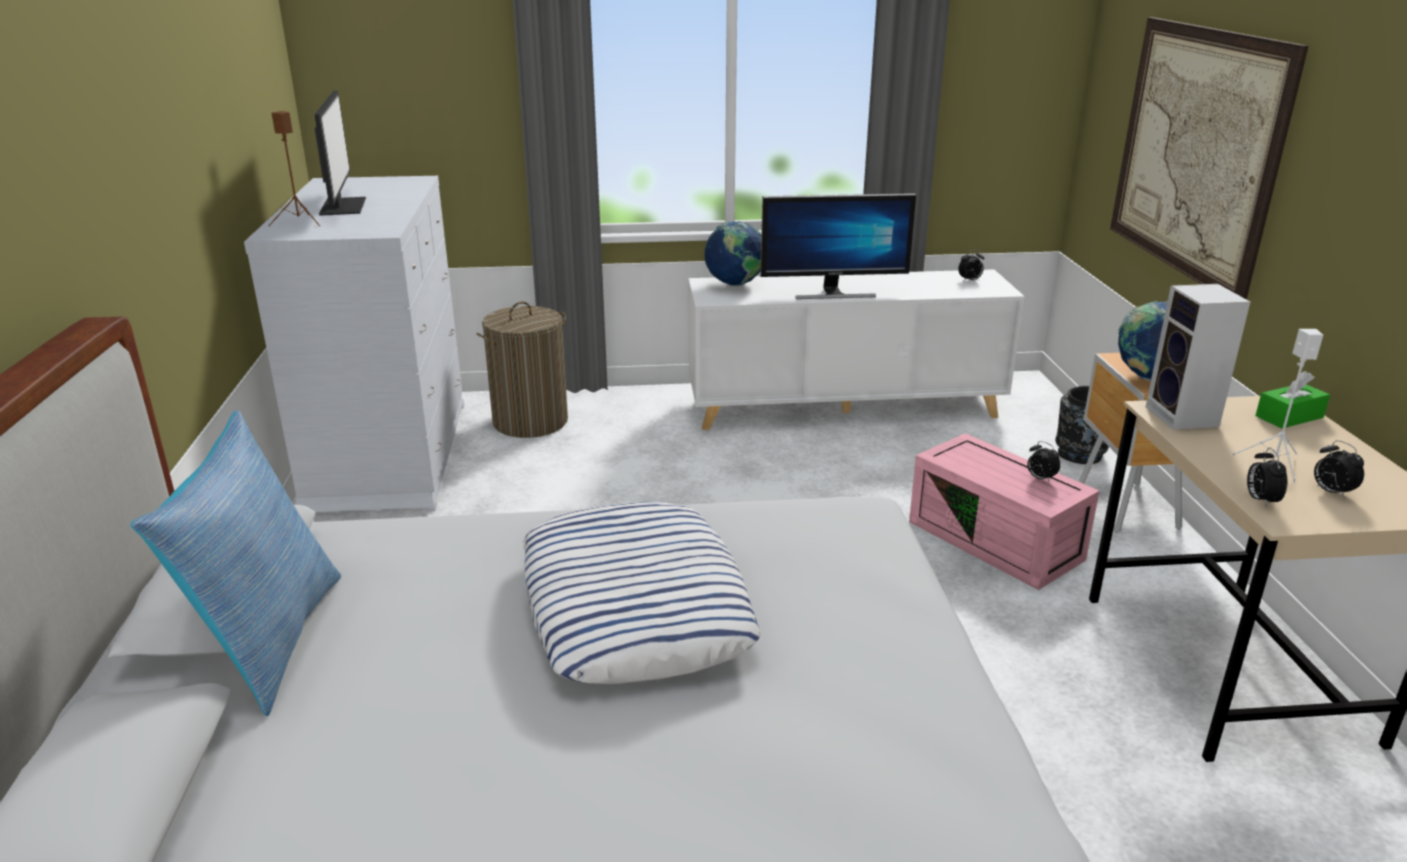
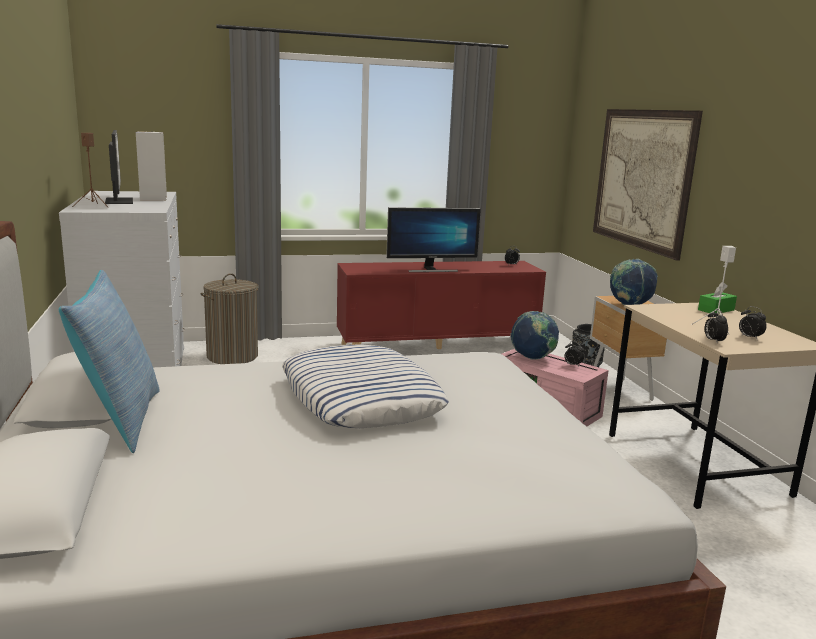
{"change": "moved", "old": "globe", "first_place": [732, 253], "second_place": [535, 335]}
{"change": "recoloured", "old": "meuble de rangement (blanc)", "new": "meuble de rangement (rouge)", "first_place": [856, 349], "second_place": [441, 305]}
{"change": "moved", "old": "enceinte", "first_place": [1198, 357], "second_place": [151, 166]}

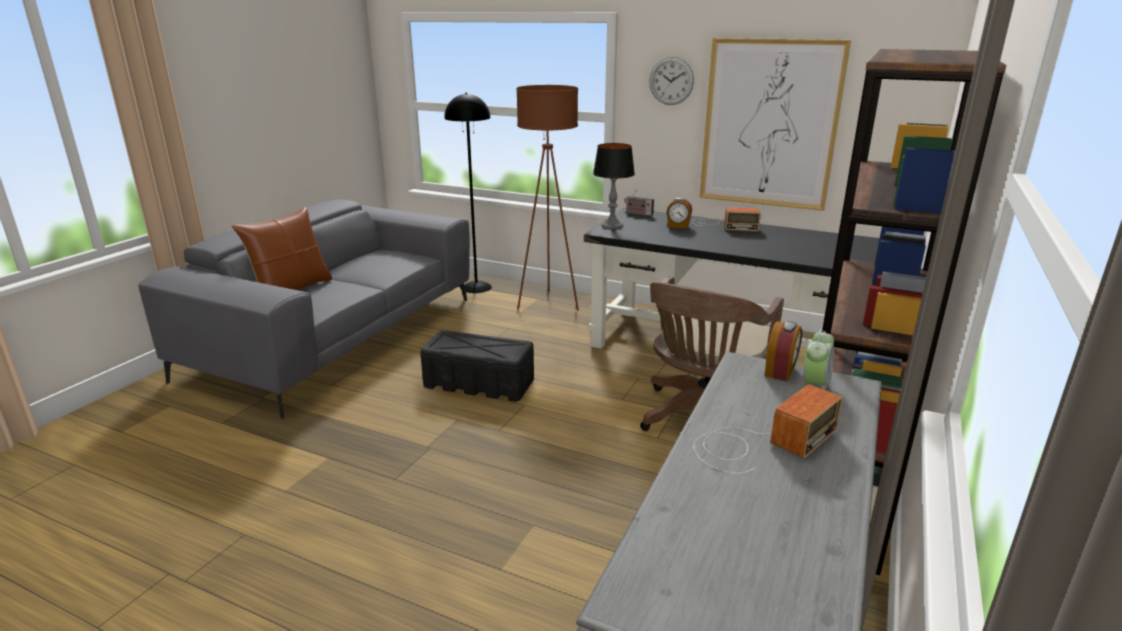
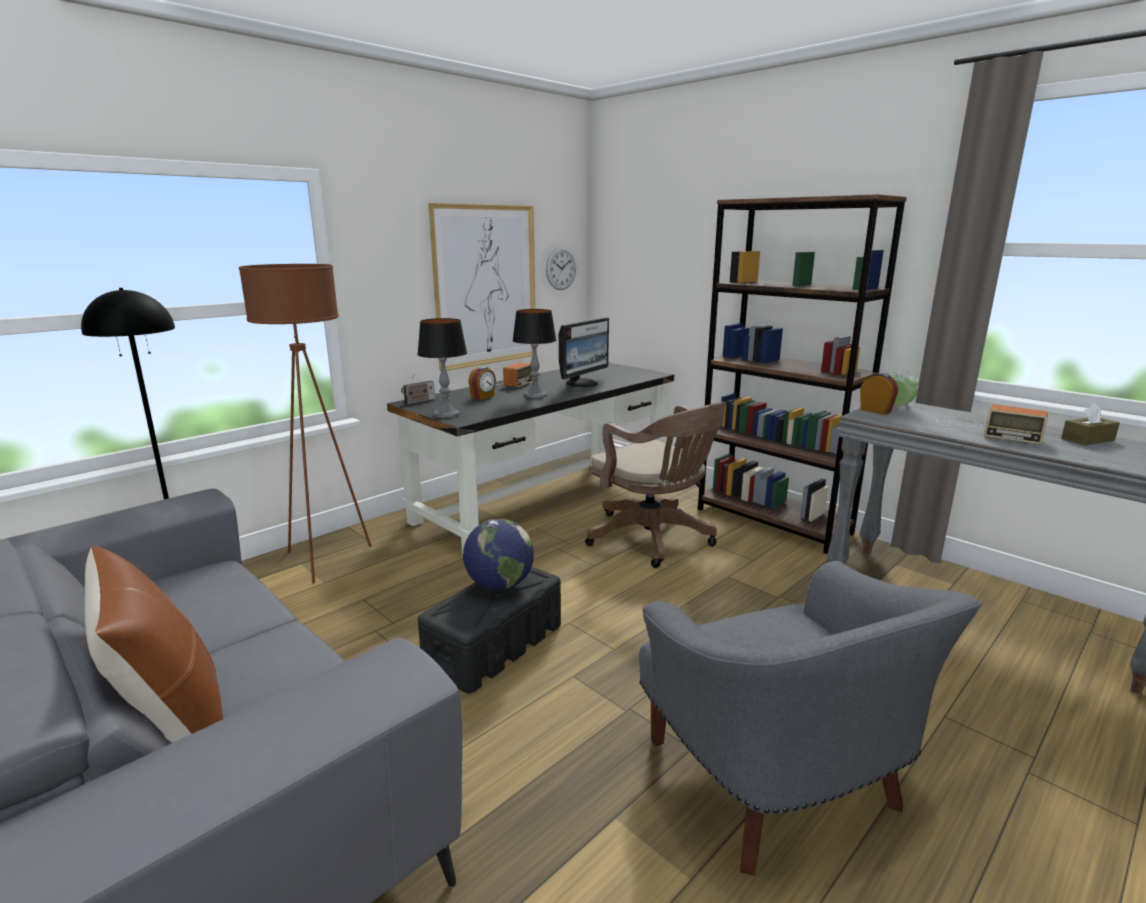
{"change": "moved", "old": "horloge murale", "first_place": [671, 81], "second_place": [561, 268]}
{"change": "turned", "old": "radio", "first_place": [768, 429], "second_place": [992, 424], "degrees": 150}
{"change": "added", "new": "lampe de table", "second_place": [534, 354]}
{"change": "added", "new": "écran d'ordinateur", "second_place": [584, 352]}
{"change": "added", "new": "boîte à mouchoirs (marron)", "second_place": [1090, 424]}
{"change": "added", "new": "globe", "second_place": [498, 554]}
{"change": "added", "new": "fauteuil (gris)", "second_place": [810, 718]}

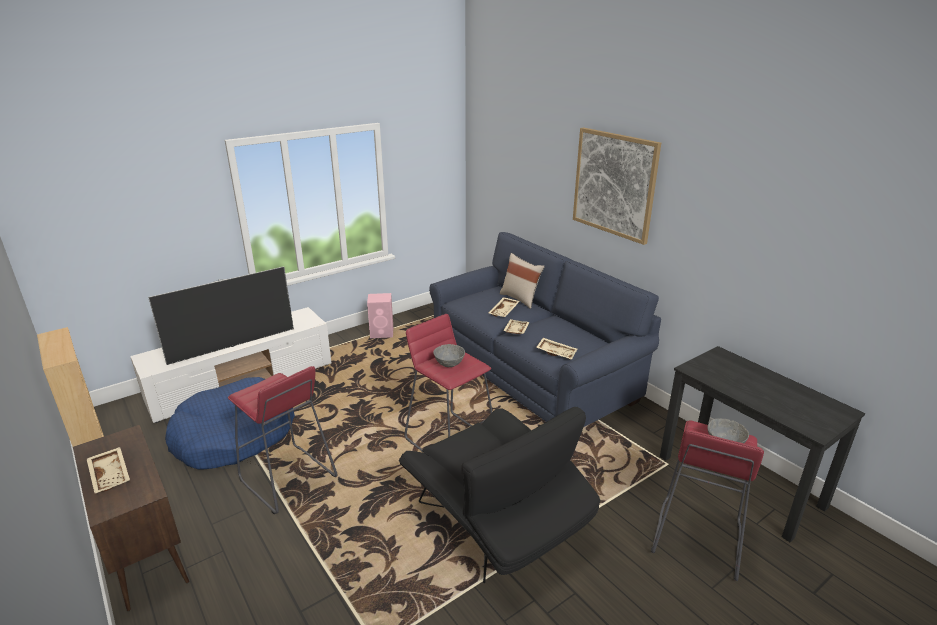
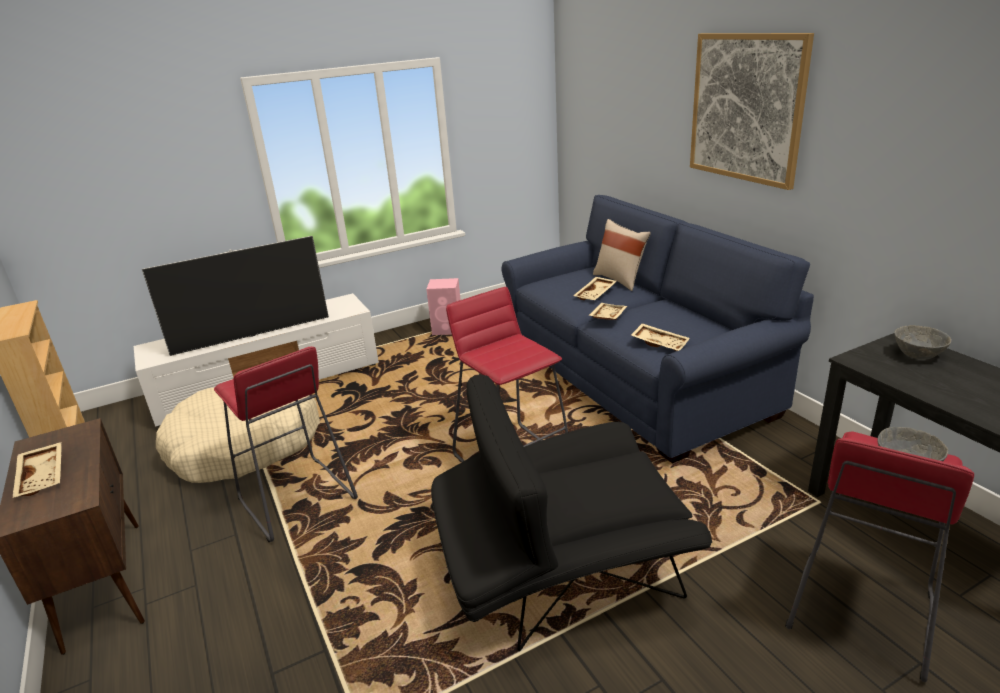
{"change": "moved", "old": "bol (gris)", "first_place": [449, 355], "second_place": [922, 342]}
{"change": "recoloured", "old": "panier pour chien (bleu)", "new": "panier pour chien (beige)", "first_place": [230, 423], "second_place": [238, 435]}
{"change": "turned", "old": "fauteuil (noir)", "first_place": [499, 495], "second_place": [571, 513], "degrees": 105}

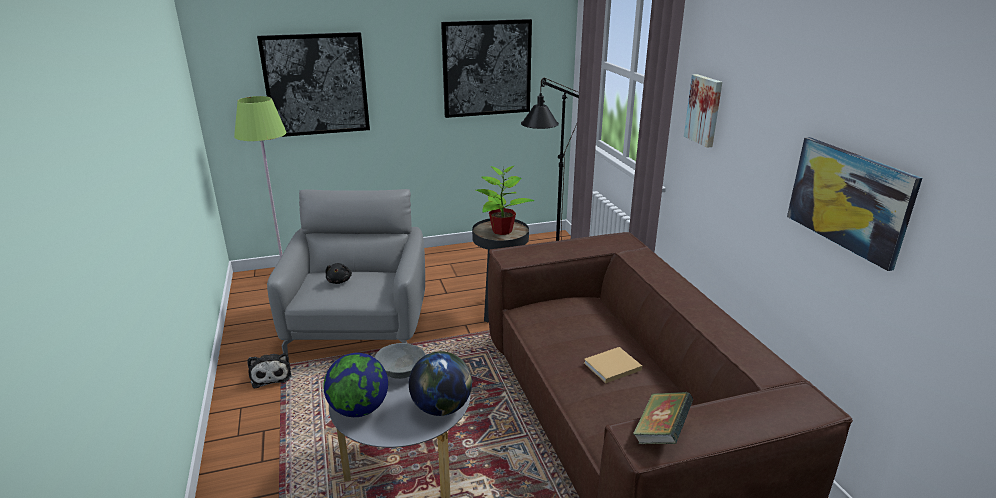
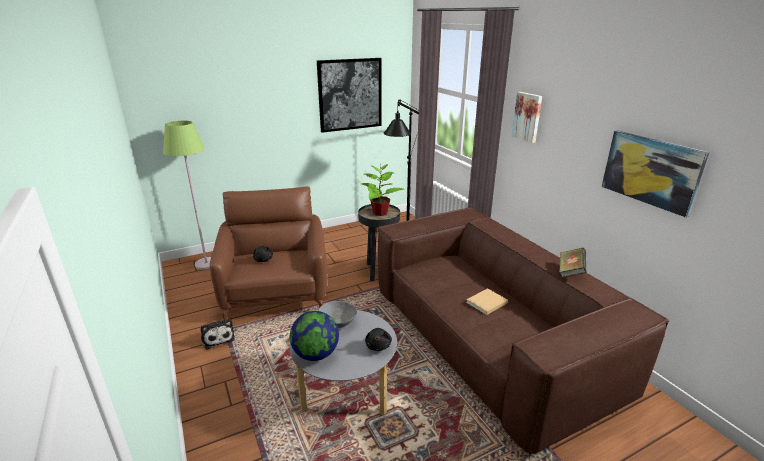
{"change": "removed", "old": "tableau", "first_place": [313, 84]}
{"change": "recoloured", "old": "fauteuil (gris)", "new": "fauteuil (marron)", "first_place": [346, 271], "second_place": [268, 254]}
{"change": "replaced", "old": "globe", "new": "peluche (noir)", "first_place": [440, 383], "second_place": [378, 339]}
{"change": "moved", "old": "livre", "first_place": [663, 418], "second_place": [573, 263]}

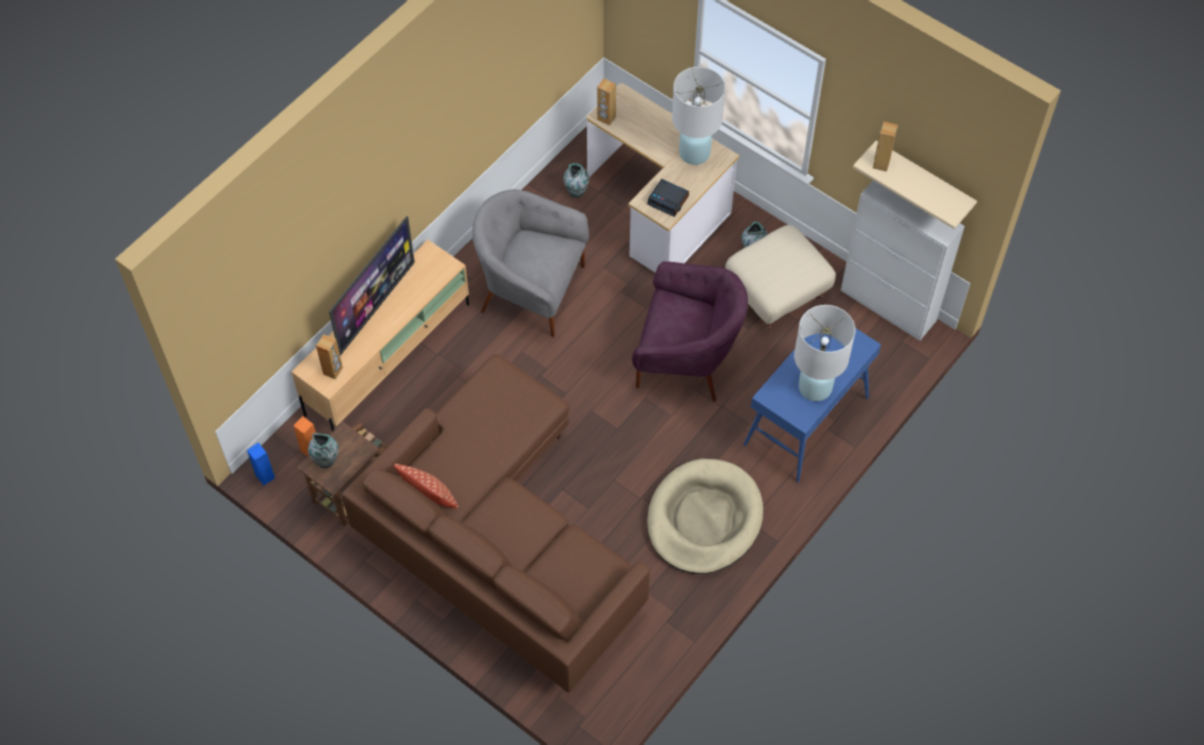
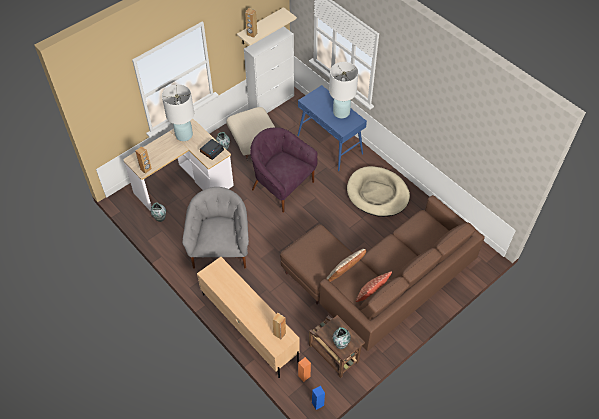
{"change": "turned", "old": "fauteuil (gris)", "first_place": [530, 263], "second_place": [215, 228], "degrees": 150}
{"change": "removed", "old": "téléviseur", "first_place": [372, 286]}
{"change": "turned", "old": "fauteuil (violet)", "first_place": [690, 332], "second_place": [284, 170], "degrees": -75}
{"change": "added", "new": "coussin (beige)", "second_place": [346, 265]}

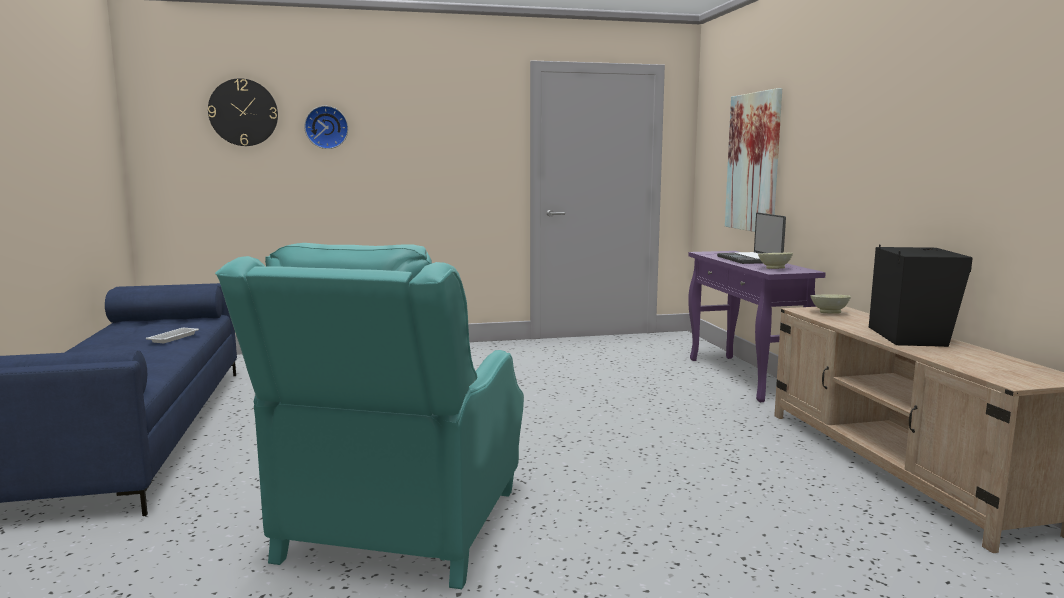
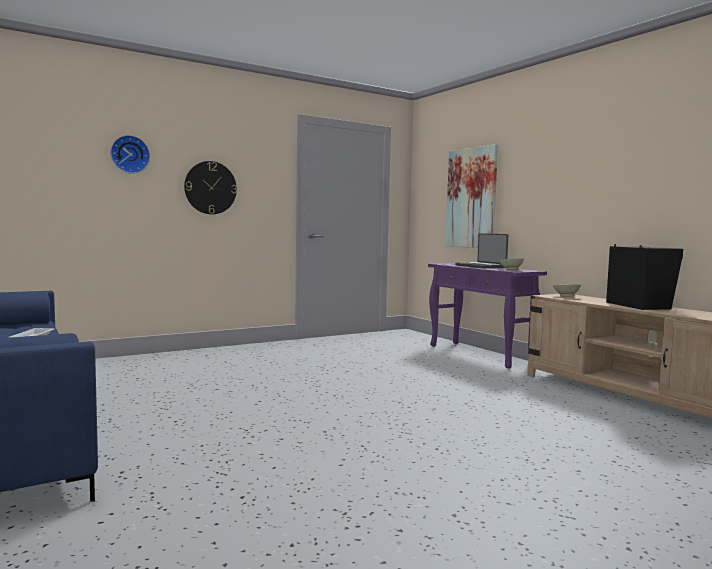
{"change": "moved", "old": "horloge murale", "first_place": [243, 112], "second_place": [210, 187]}
{"change": "removed", "old": "fauteuil (turquoise)", "first_place": [369, 416]}

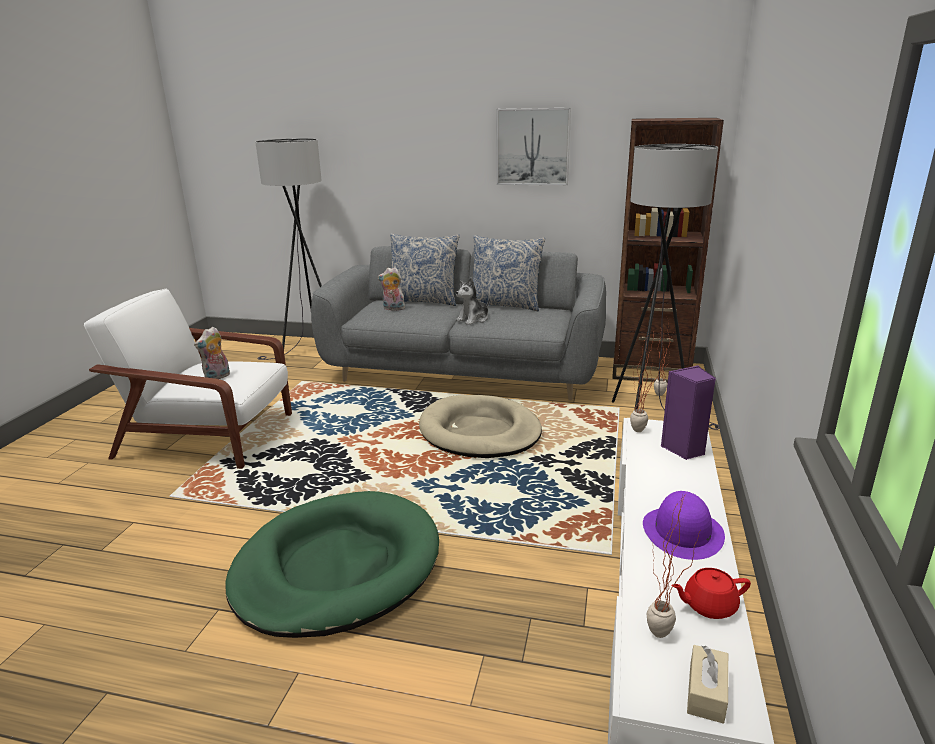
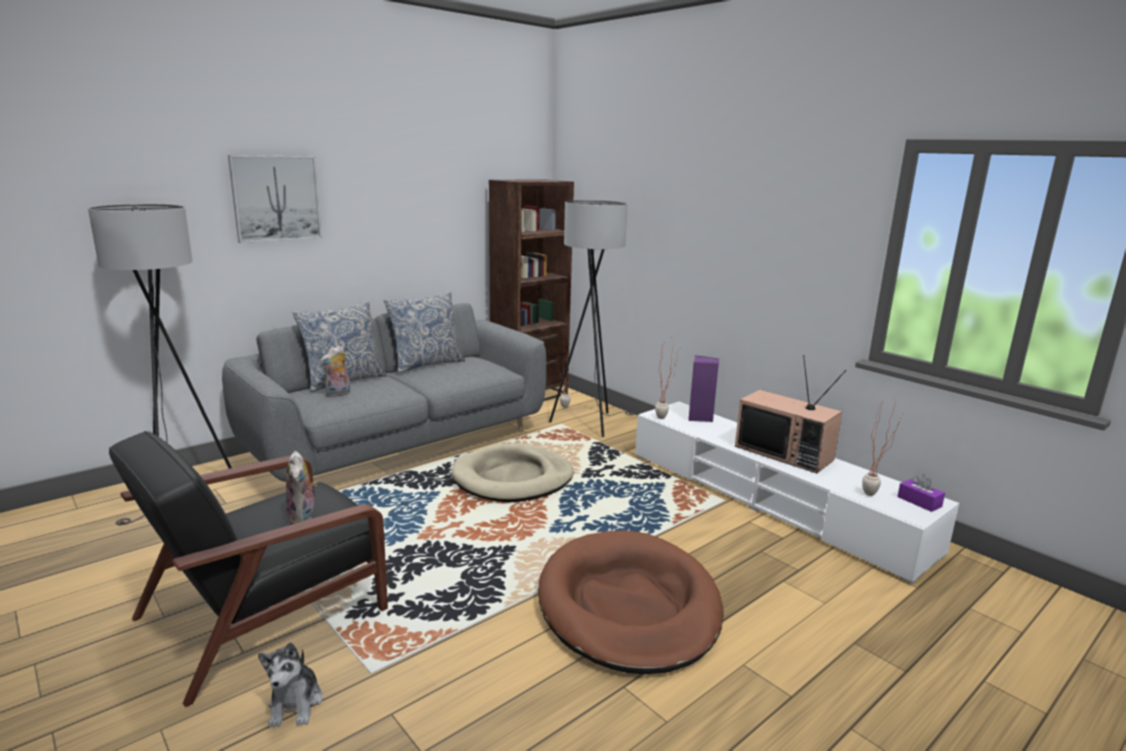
{"change": "moved", "old": "tableau", "first_place": [534, 146], "second_place": [275, 199]}
{"change": "moved", "old": "peluche", "first_place": [473, 301], "second_place": [290, 684]}
{"change": "recoloured", "old": "fauteuil (blanc)", "new": "fauteuil (noir)", "first_place": [188, 379], "second_place": [248, 569]}
{"change": "recoloured", "old": "panier pour chien (vert)", "new": "panier pour chien (marron)", "first_place": [332, 564], "second_place": [631, 602]}
{"change": "replaced", "old": "chapeau (violet)", "new": "téléviseur", "first_place": [684, 525], "second_place": [790, 414]}
{"change": "removed", "old": "théière (rouge)", "first_place": [711, 593]}
{"change": "recoloured", "old": "boîte à mouchoirs (beige)", "new": "boîte à mouchoirs (violet)", "first_place": [707, 684], "second_place": [921, 493]}

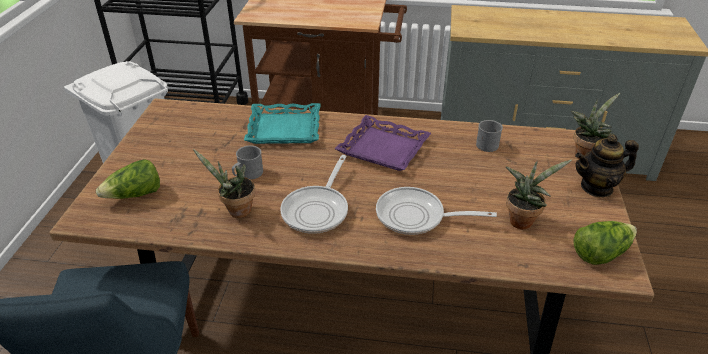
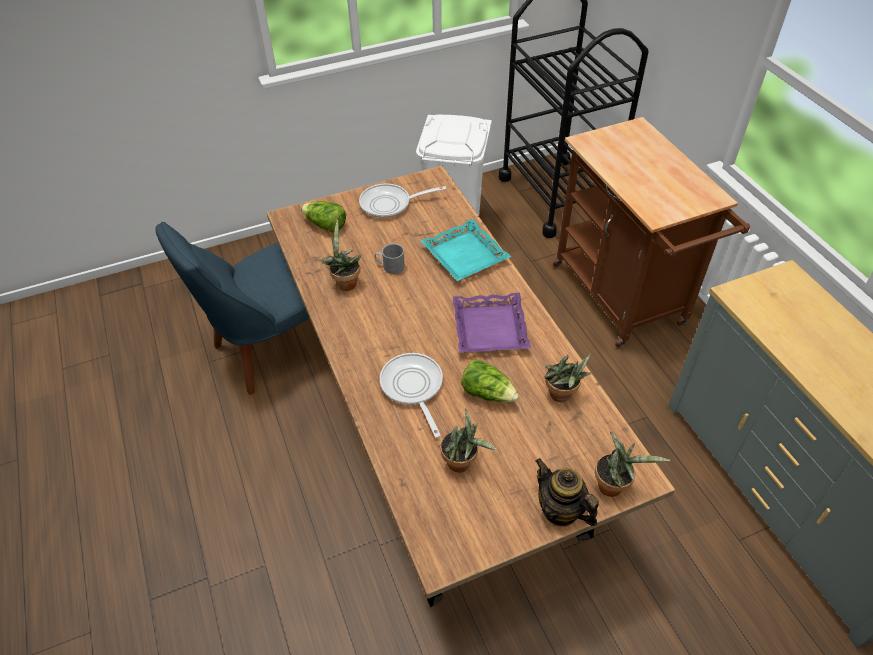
{"change": "replaced", "old": "mug (gris)", "new": "plante en pot", "first_place": [489, 136], "second_place": [567, 377]}
{"change": "moved", "old": "poêle", "first_place": [314, 194], "second_place": [402, 200]}
{"change": "moved", "old": "laitue", "first_place": [605, 243], "second_place": [490, 381]}

